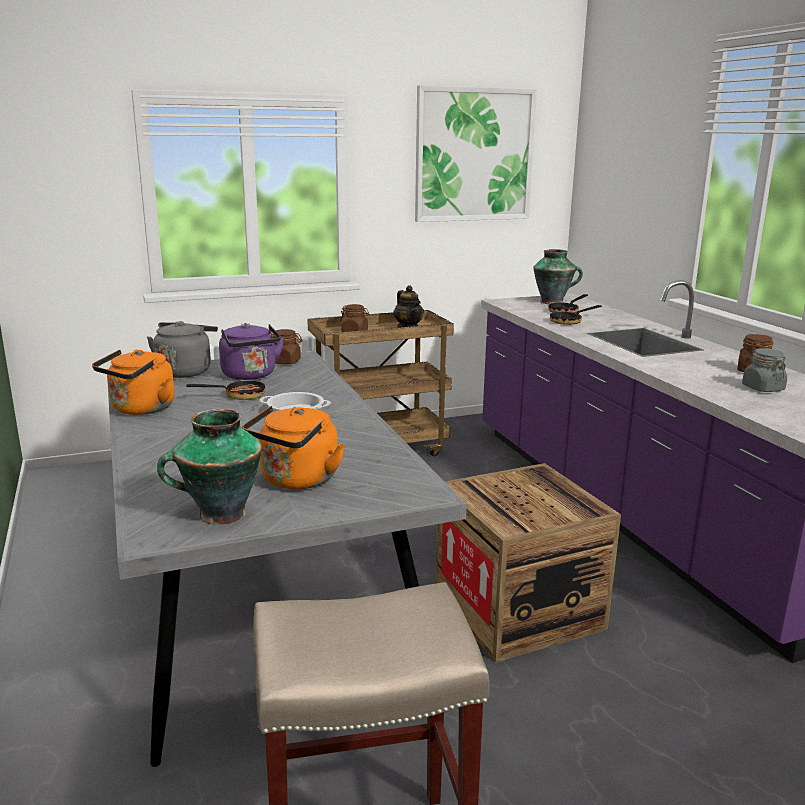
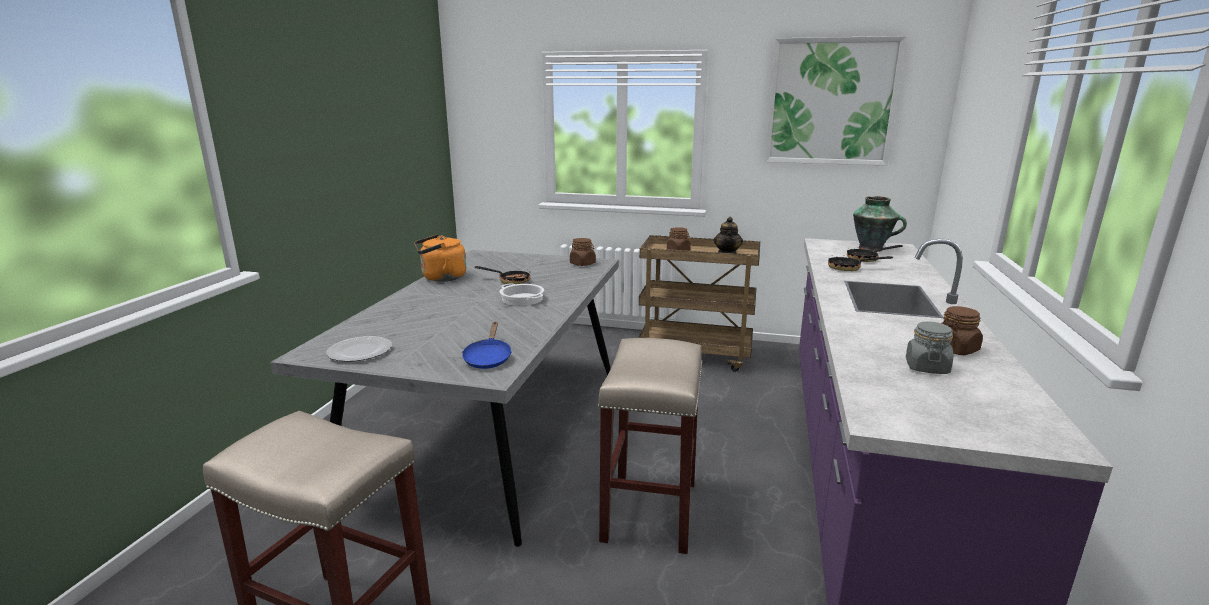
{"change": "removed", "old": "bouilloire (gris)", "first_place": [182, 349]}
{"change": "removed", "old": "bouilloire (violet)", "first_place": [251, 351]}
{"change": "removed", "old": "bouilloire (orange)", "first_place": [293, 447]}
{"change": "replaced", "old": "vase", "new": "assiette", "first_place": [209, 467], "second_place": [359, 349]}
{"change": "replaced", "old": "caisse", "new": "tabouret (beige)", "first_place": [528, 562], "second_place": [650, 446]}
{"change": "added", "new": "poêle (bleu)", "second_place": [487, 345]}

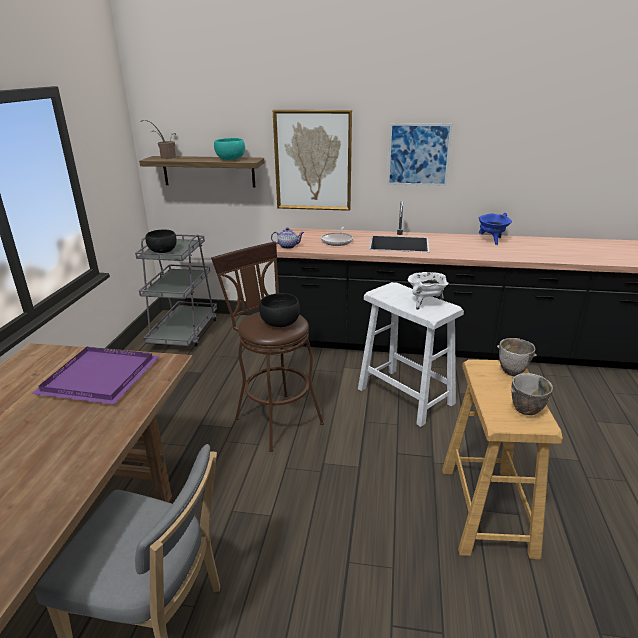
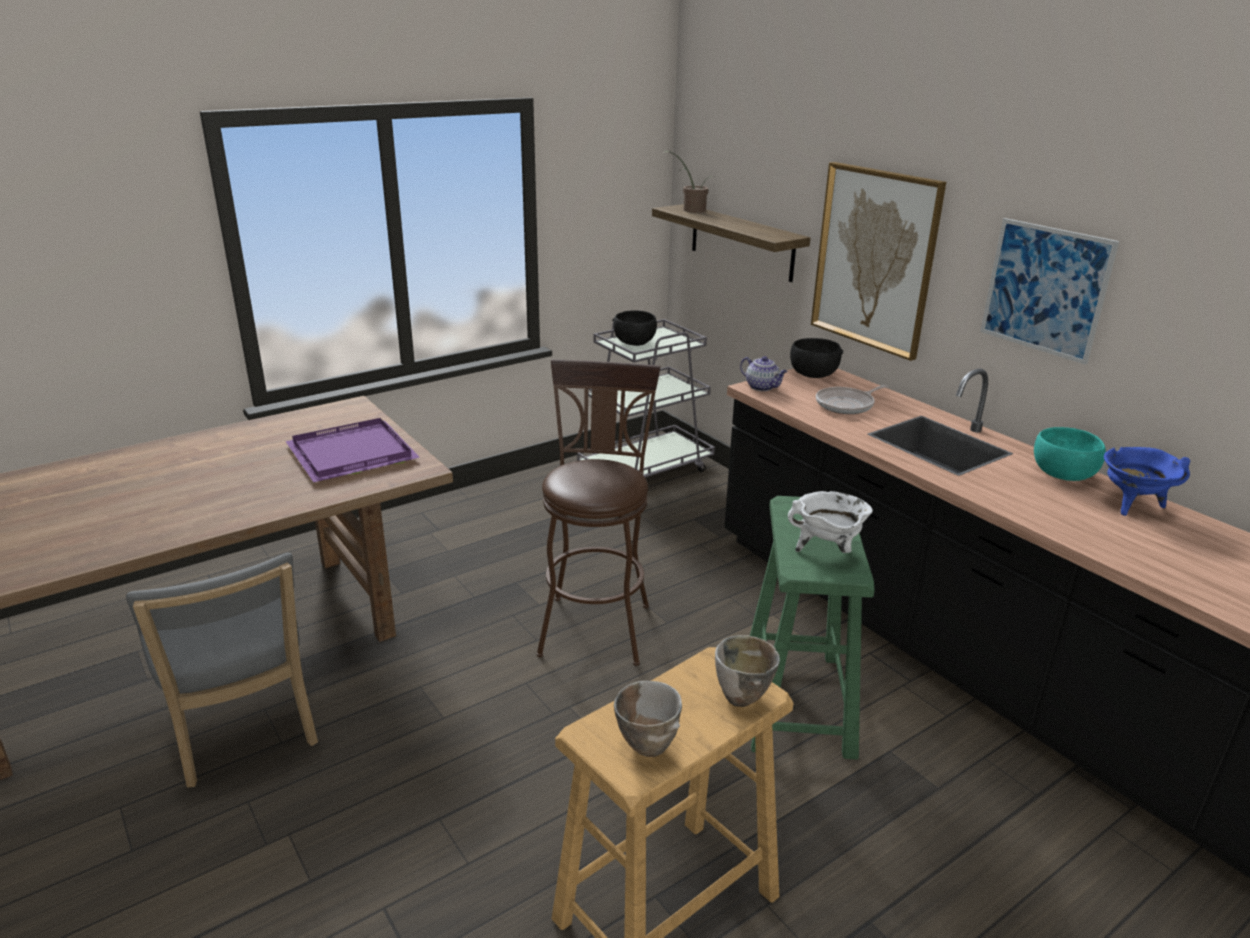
{"change": "moved", "old": "bol (turquoise)", "first_place": [229, 149], "second_place": [1070, 454]}
{"change": "recoloured", "old": "tabouret (blanc)", "new": "tabouret (vert)", "first_place": [411, 354], "second_place": [812, 628]}
{"change": "moved", "old": "bol (noir)", "first_place": [279, 310], "second_place": [816, 358]}

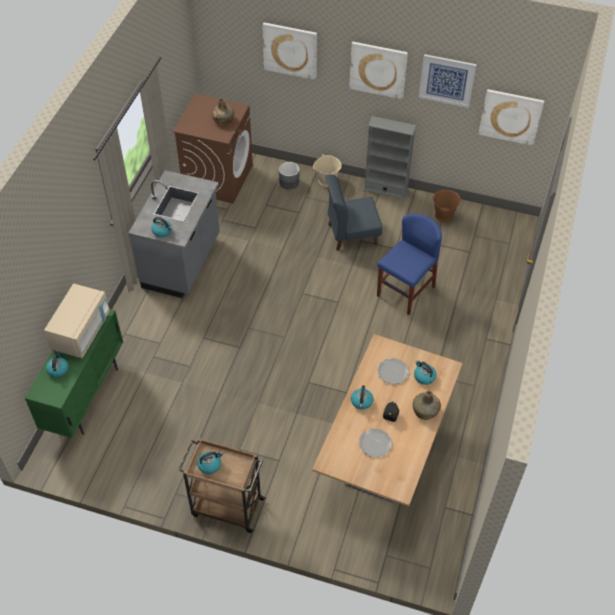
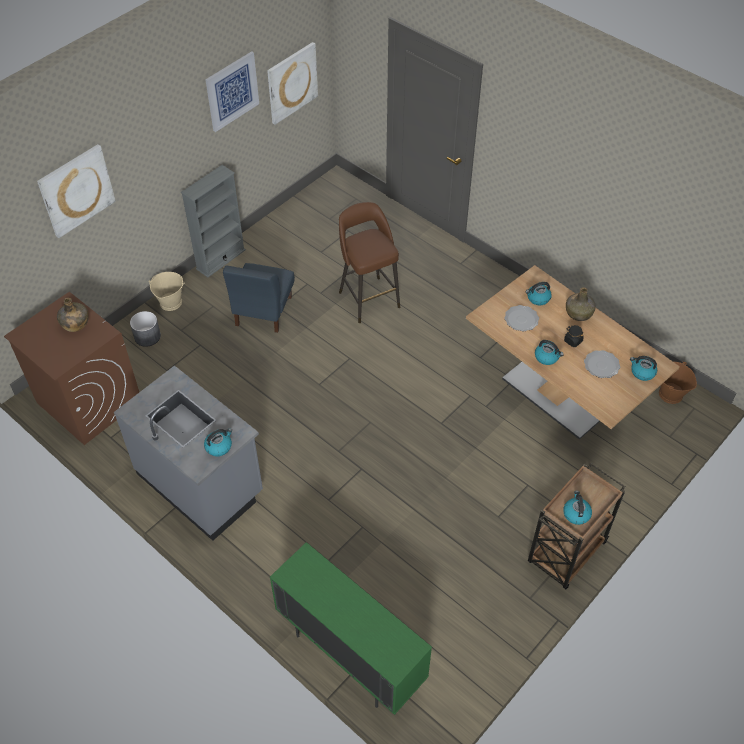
{"change": "removed", "old": "tableau", "first_place": [378, 70]}
{"change": "moved", "old": "seau (marron)", "first_place": [447, 206], "second_place": [678, 383]}
{"change": "replaced", "old": "chaise (bleu)", "new": "tabouret (marron)", "first_place": [409, 264], "second_place": [369, 262]}
{"change": "removed", "old": "micro-ondes (beige)", "first_place": [77, 321]}
{"change": "moved", "old": "bouilloire", "first_place": [57, 364], "second_place": [643, 368]}

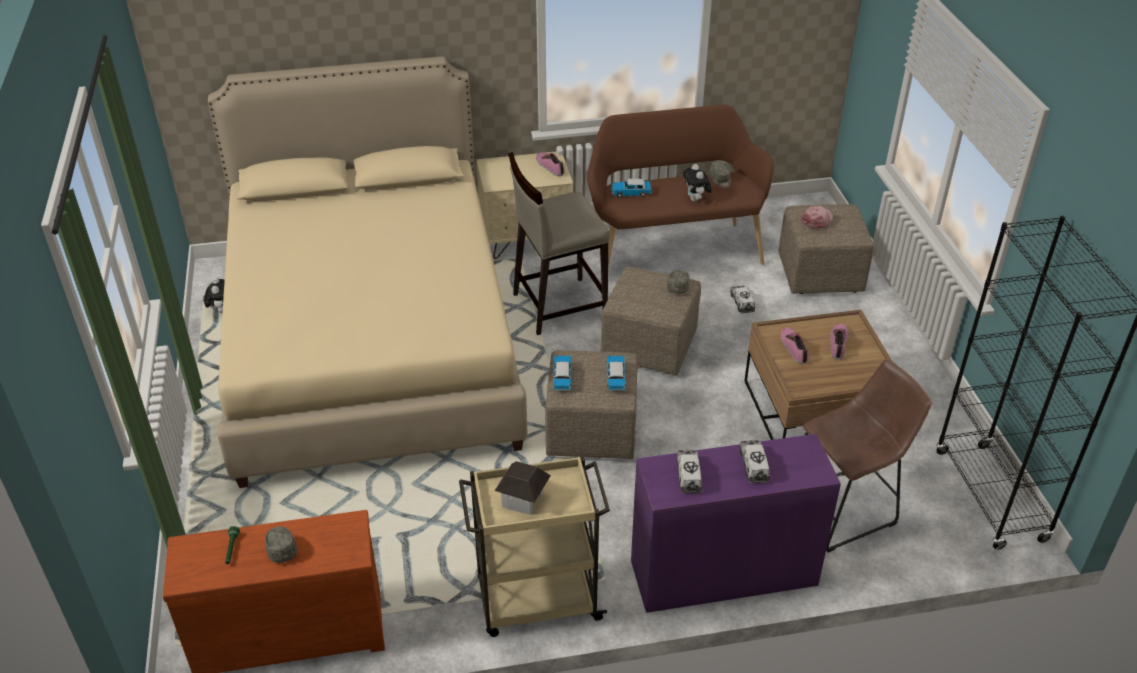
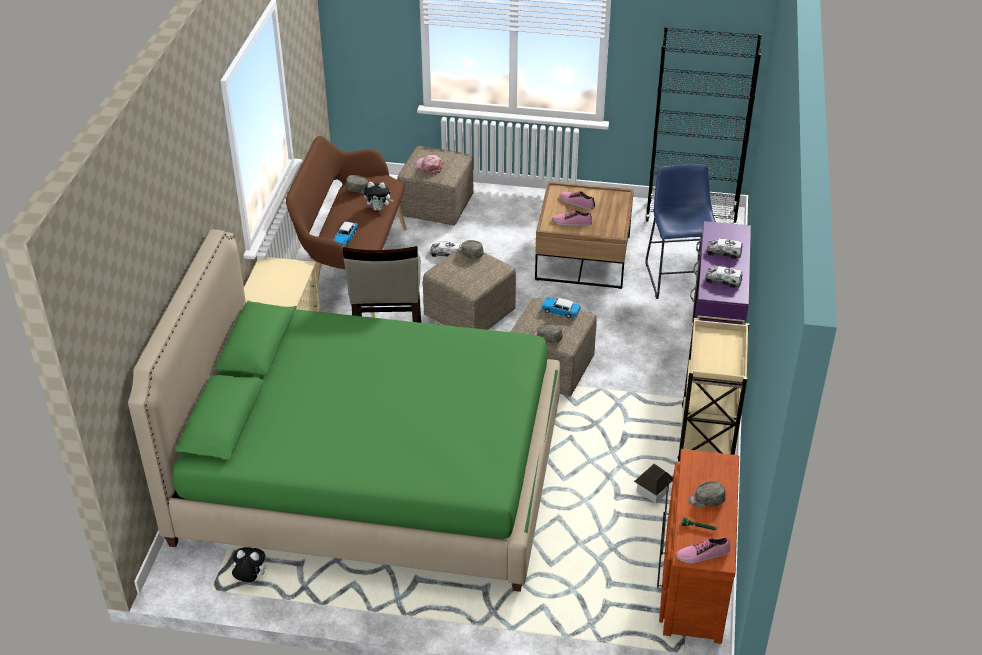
{"change": "recoloured", "old": "lit (beige)", "new": "lit (vert)", "first_place": [367, 272], "second_place": [344, 411]}
{"change": "moved", "old": "chaussure", "first_place": [550, 164], "second_place": [703, 550]}
{"change": "replaced", "old": "petite voiture", "new": "casquette (gris)", "first_place": [562, 373], "second_place": [547, 333]}
{"change": "recoloured", "old": "tabouret (marron)", "new": "tabouret (bleu)", "first_place": [867, 456], "second_place": [680, 231]}
{"change": "moved", "old": "maison miniature", "first_place": [522, 488], "second_place": [653, 483]}

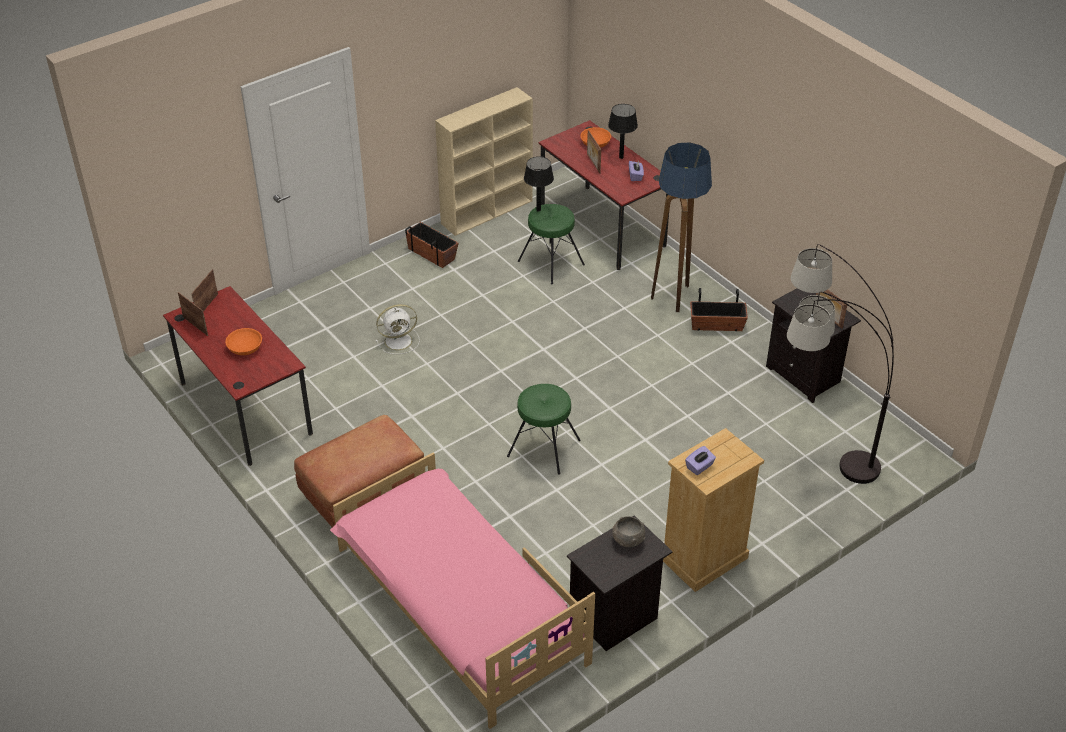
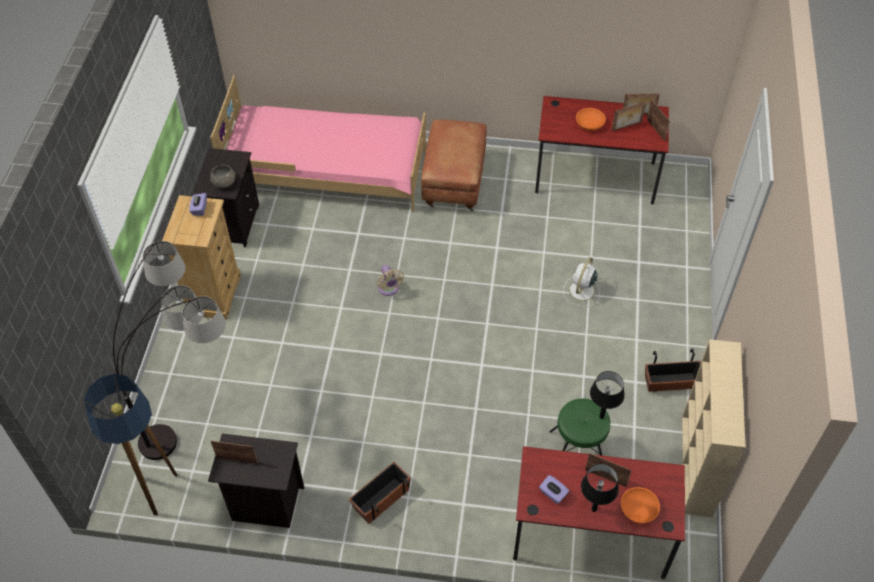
{"change": "moved", "old": "lampadaire", "first_place": [681, 227], "second_place": [131, 444]}
{"change": "replaced", "old": "tabouret (vert)", "new": "ventilateur (beige)", "first_place": [544, 429], "second_place": [390, 280]}
{"change": "added", "new": "cadre photo", "second_place": [628, 116]}

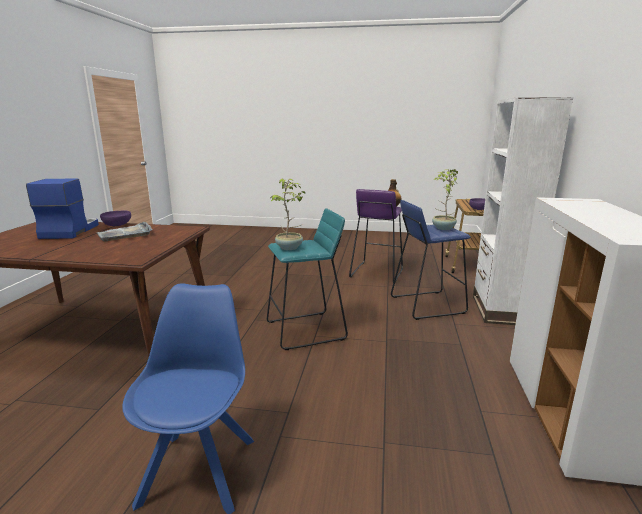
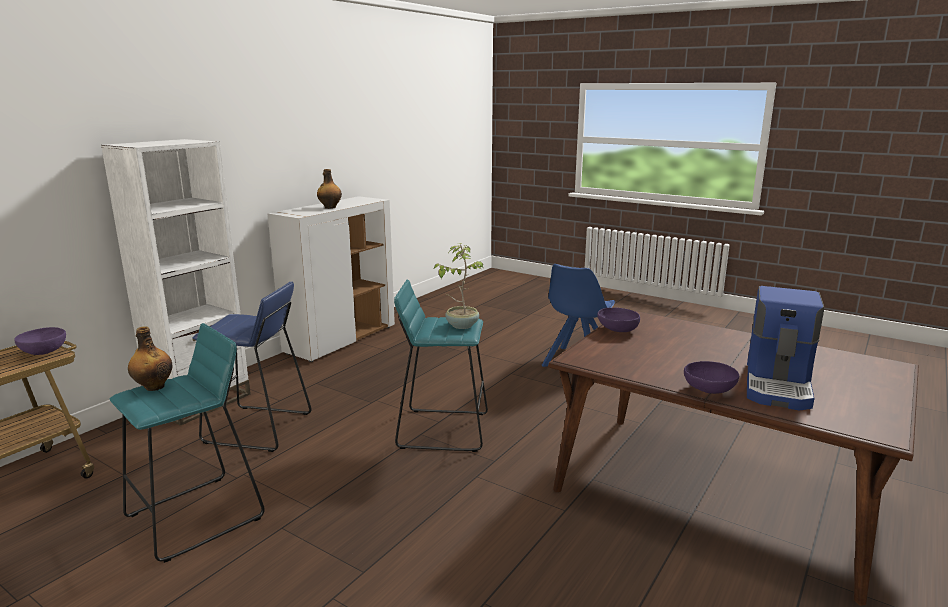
{"change": "removed", "old": "plante en pot", "first_place": [445, 199]}
{"change": "recoloured", "old": "tabouret (violet)", "new": "tabouret (turquoise)", "first_place": [376, 236], "second_place": [187, 443]}
{"change": "removed", "old": "plateau (gris)", "first_place": [125, 231]}
{"change": "added", "new": "bouteille", "second_place": [329, 189]}
{"change": "added", "new": "bol (violet)", "second_place": [618, 320]}

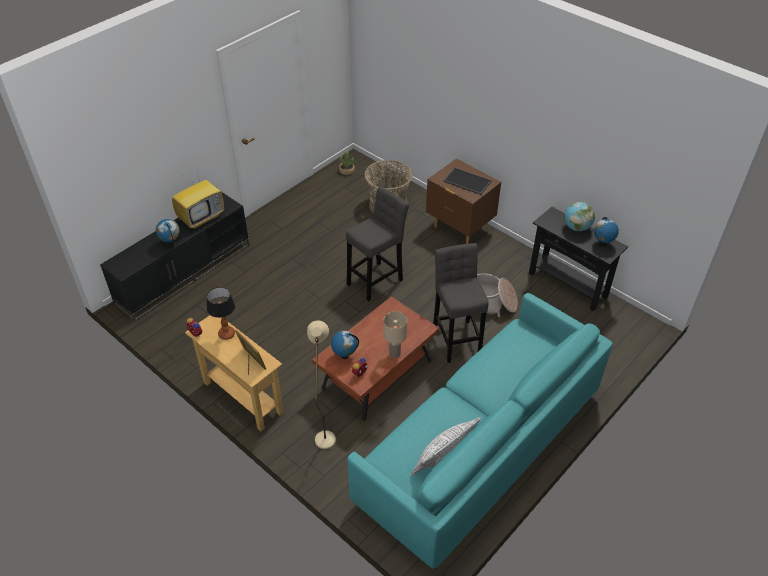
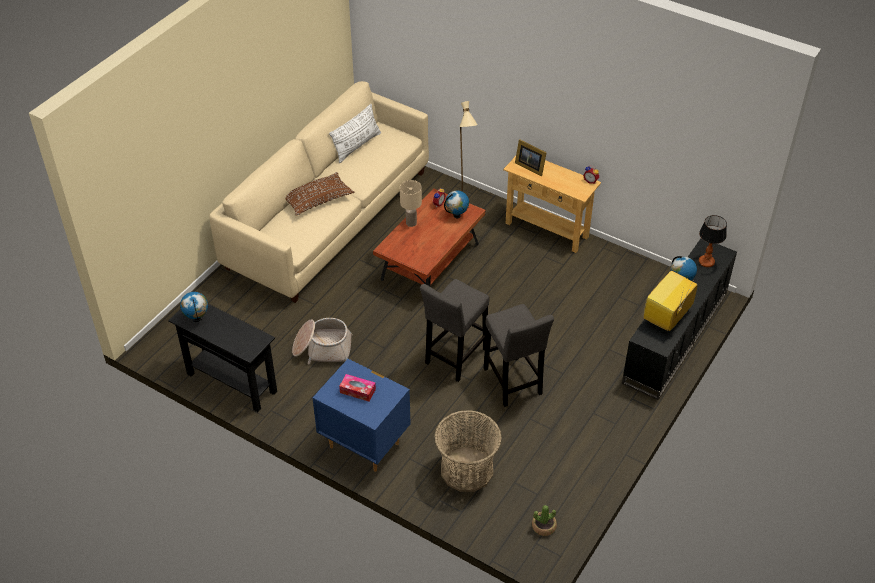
{"change": "recoloured", "old": "table de chevet (marron)", "new": "table de chevet (bleu)", "first_place": [463, 201], "second_place": [362, 415]}
{"change": "replaced", "old": "plateau", "new": "boîte à mouchoirs", "first_place": [467, 181], "second_place": [357, 387]}
{"change": "removed", "old": "globe", "first_place": [579, 216]}
{"change": "moved", "old": "tabouret (gris)", "first_place": [461, 303], "second_place": [519, 355]}
{"change": "moved", "old": "lampe de table", "first_place": [221, 313], "second_place": [713, 241]}
{"change": "recoloured", "old": "canapé (turquoise)", "new": "canapé (beige)", "first_place": [480, 431], "second_place": [319, 192]}
{"change": "added", "new": "coussin (marron)", "second_place": [319, 194]}

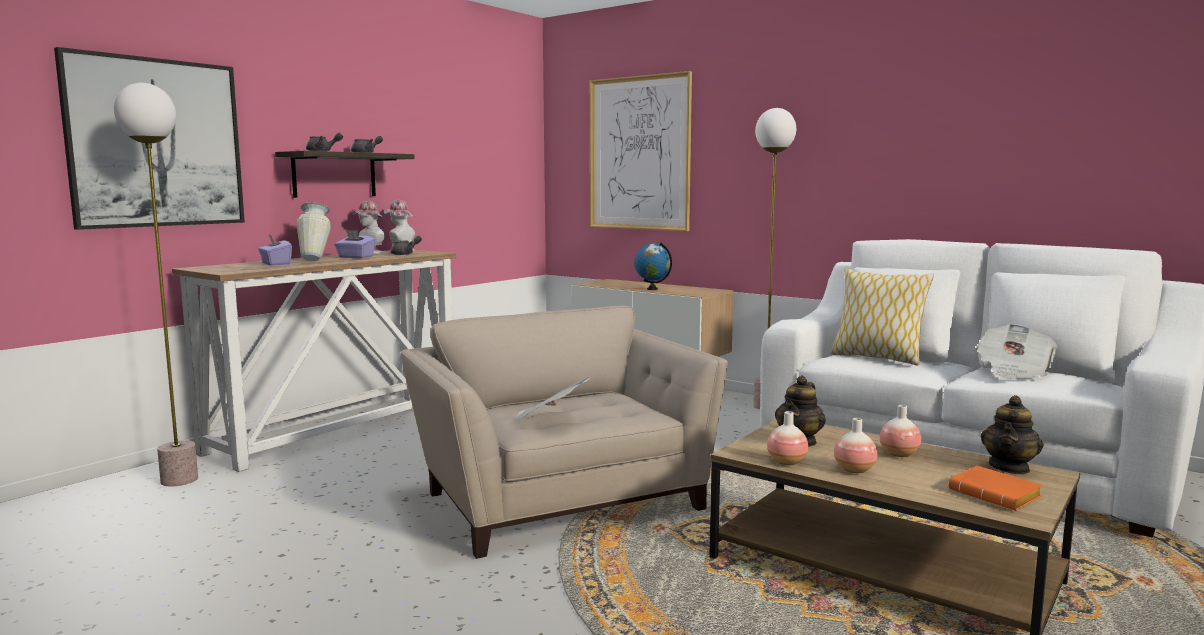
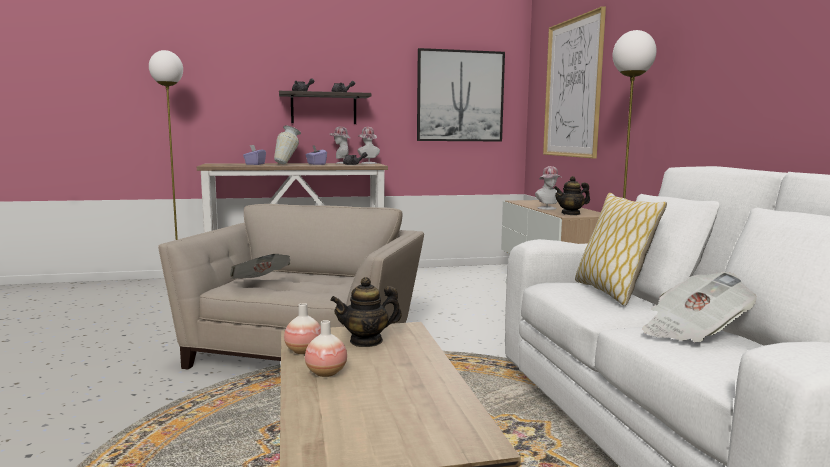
{"change": "moved", "old": "tableau", "first_place": [149, 138], "second_place": [461, 95]}
{"change": "replaced", "old": "globe", "new": "chapeau", "first_place": [653, 266], "second_place": [548, 188]}
{"change": "moved", "old": "théière", "first_place": [1012, 435], "second_place": [572, 195]}
{"change": "removed", "old": "vase", "first_place": [900, 431]}
{"change": "removed", "old": "livre (orange)", "first_place": [996, 488]}

